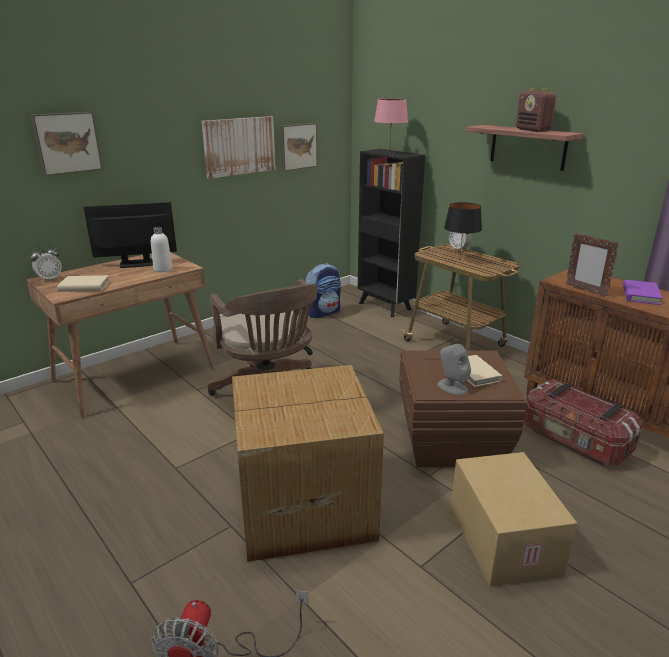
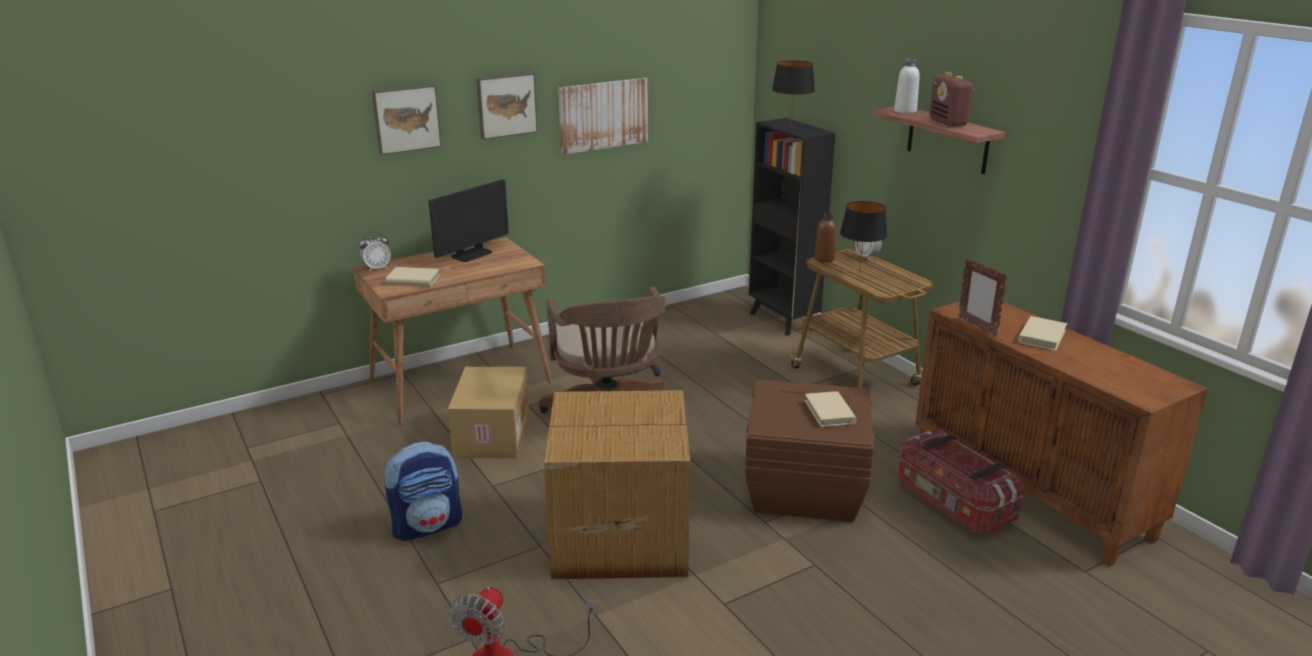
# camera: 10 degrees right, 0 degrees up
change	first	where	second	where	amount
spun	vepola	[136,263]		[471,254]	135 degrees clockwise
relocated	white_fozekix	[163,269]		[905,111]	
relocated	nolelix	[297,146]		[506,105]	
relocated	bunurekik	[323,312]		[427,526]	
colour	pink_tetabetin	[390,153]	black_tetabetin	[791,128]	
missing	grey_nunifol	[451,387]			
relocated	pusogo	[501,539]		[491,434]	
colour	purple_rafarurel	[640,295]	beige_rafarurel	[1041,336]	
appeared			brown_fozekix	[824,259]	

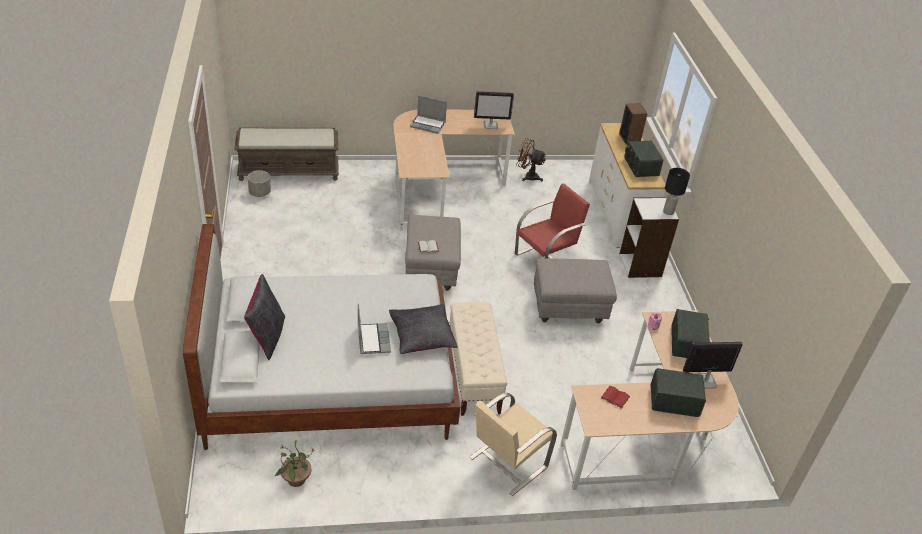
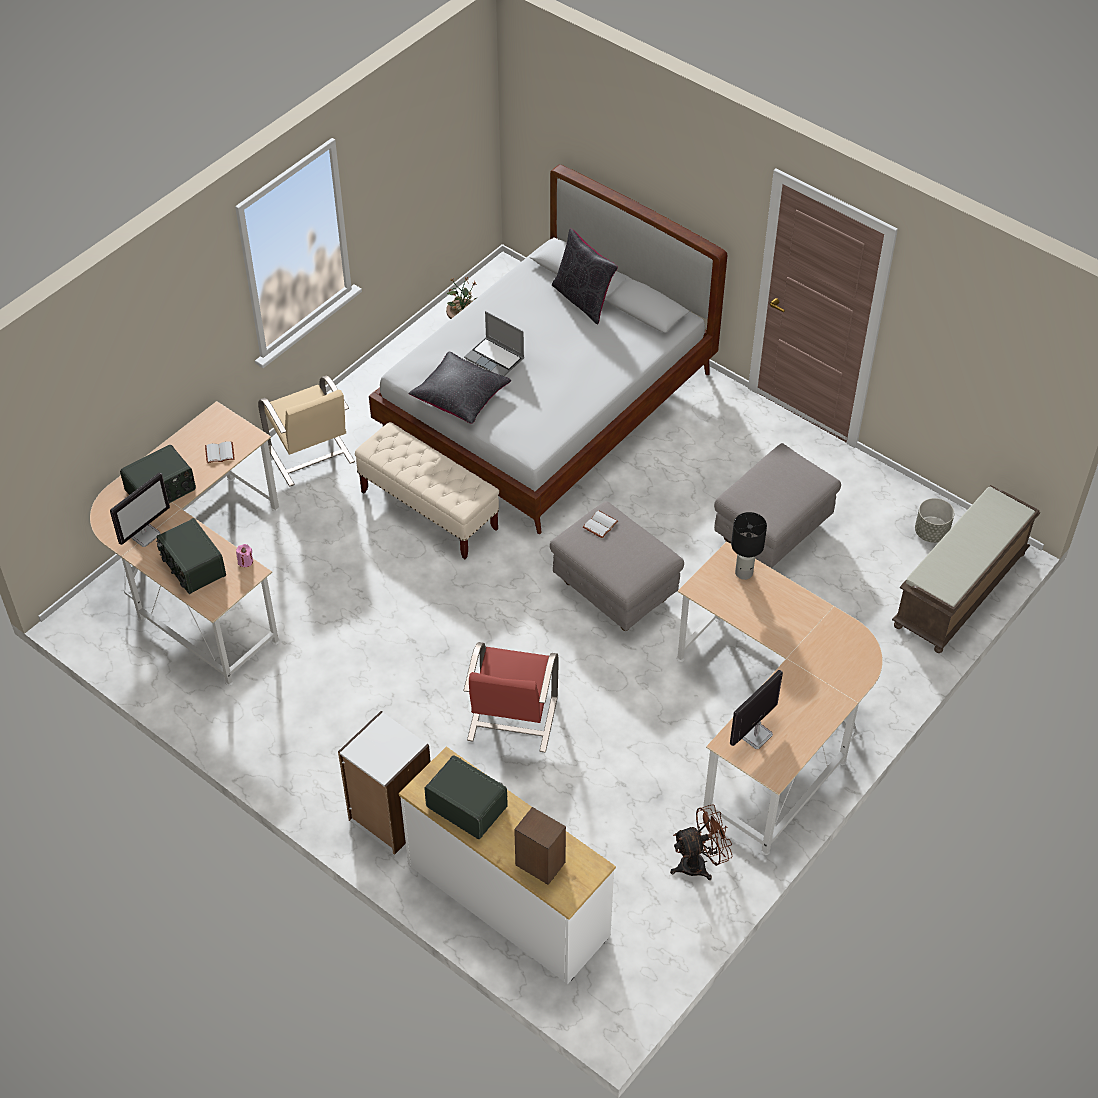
# camera: 140 degrees right, 10 degrees up
change	first	where	second	where	amount
missing	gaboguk	[428,125]			
spun	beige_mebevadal	[506,463]		[310,456]	150 degrees clockwise
relocated	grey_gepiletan	[569,309]		[772,533]	
colour	red_rafarurel	[614,398]	white_rafarurel	[220,452]	
relocated	black_tetabetin	[668,212]		[744,572]	

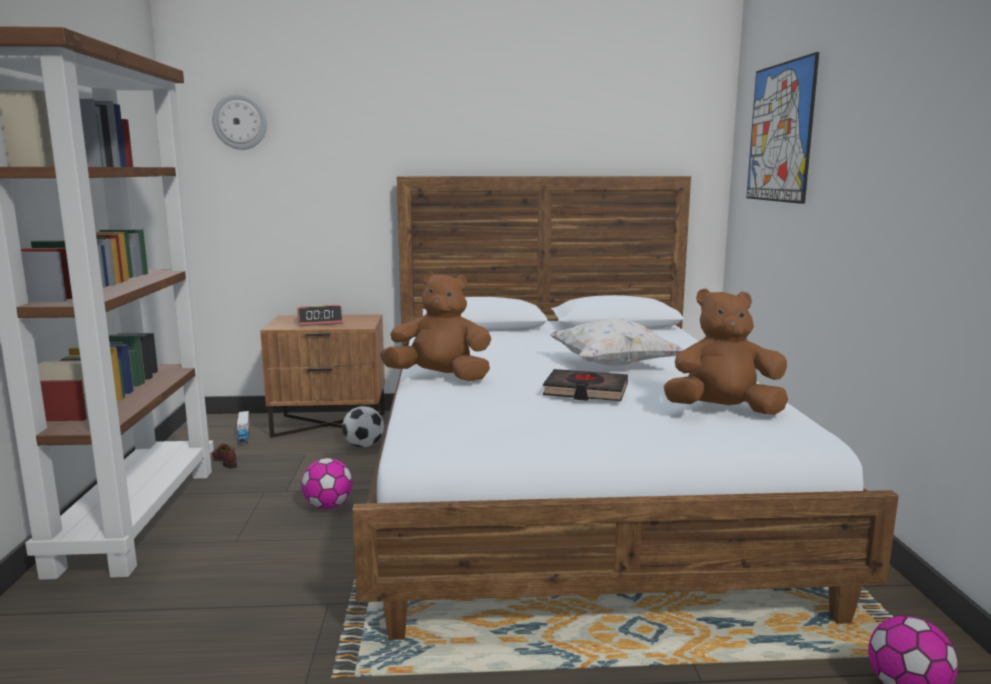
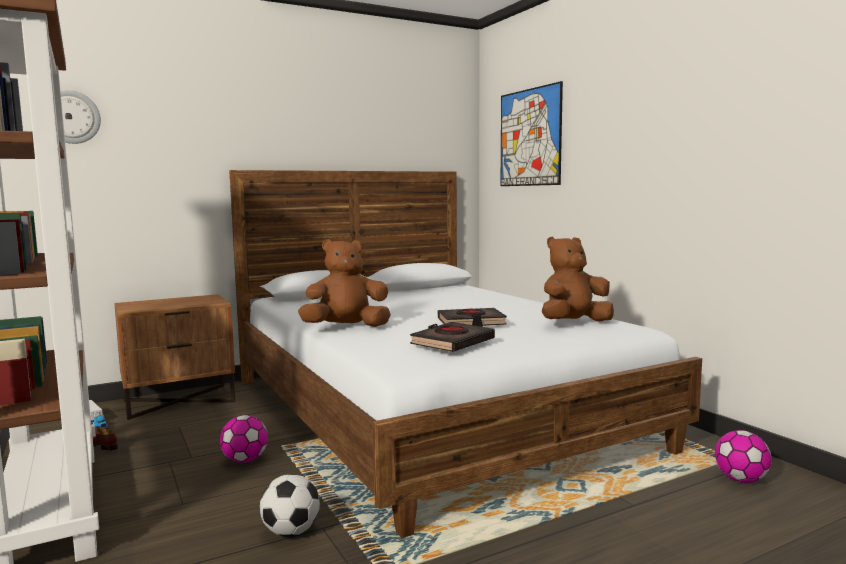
# camera: 25 degrees left, 5 degrees down
change	first	where	second	where	amount
missing	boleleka	[320,322]			
relocated	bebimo	[364,445]		[291,532]	
missing	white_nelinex	[612,365]			
appeared			black_rafarurel	[452,342]	

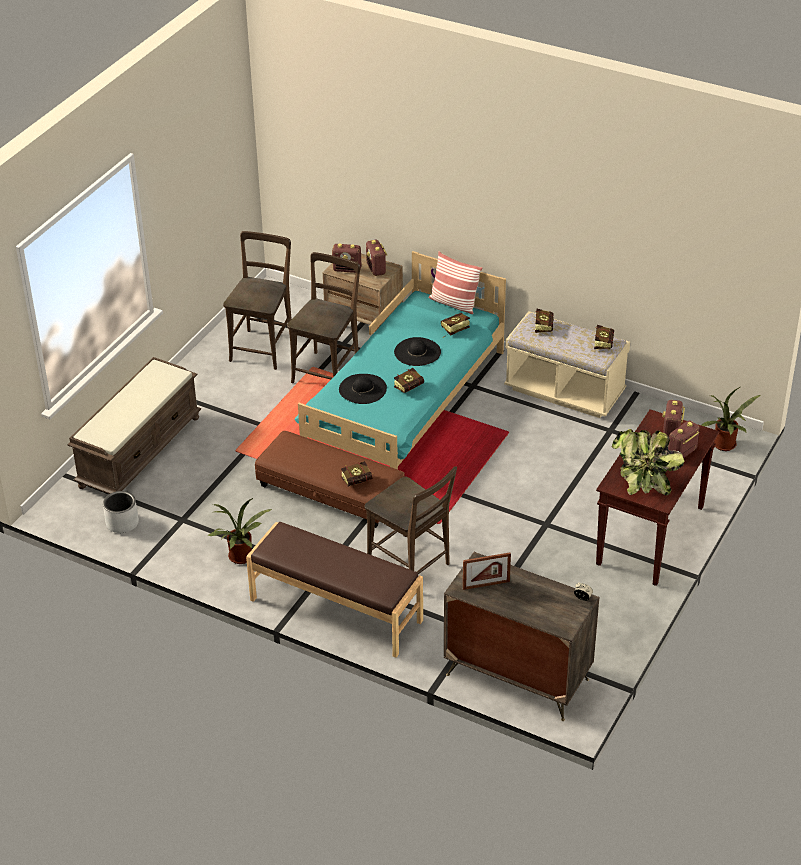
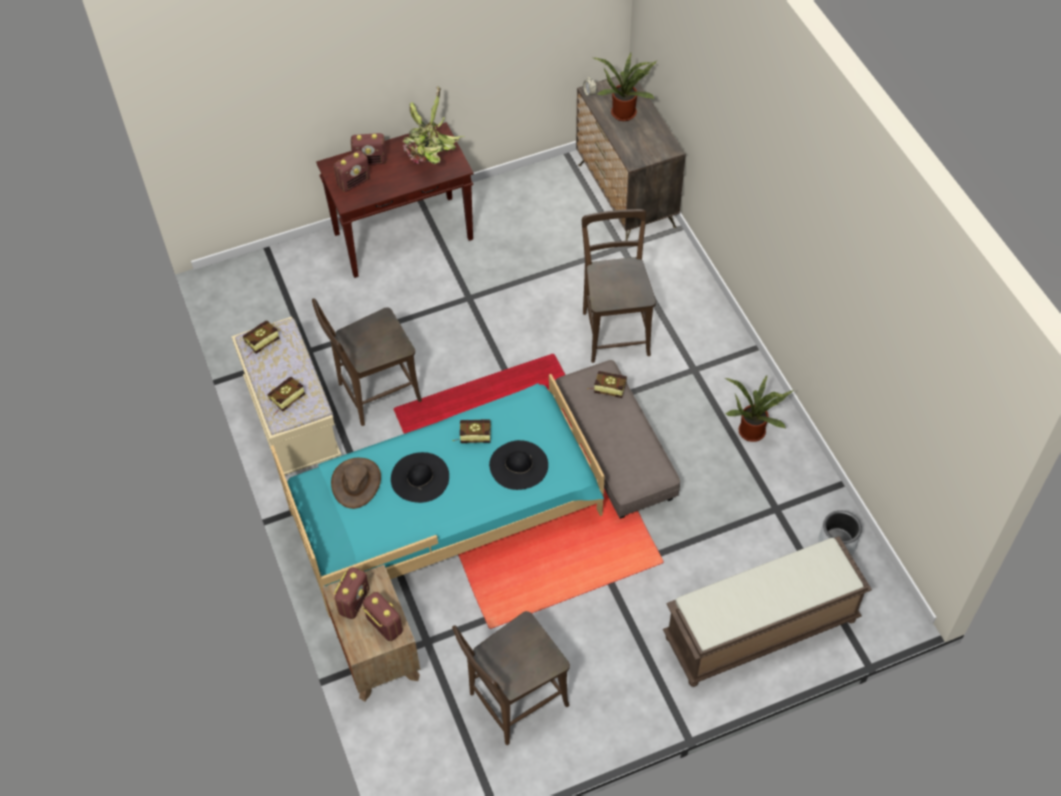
# camera: 140 degrees left, 15 degrees up
change	first	where	second	where	amount
missing	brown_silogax	[335,611]			
colour	brown_gepiletan	[330,492]	grey_gepiletan	[614,449]	
relocated	brown_mebevadal	[327,370]		[375,394]	
missing	nelinex	[454,303]			
exchanged	rafarurel	[452,330]	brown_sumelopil	[356,483]	
missing	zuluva	[486,585]			
relocated	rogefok	[725,446]		[624,111]	

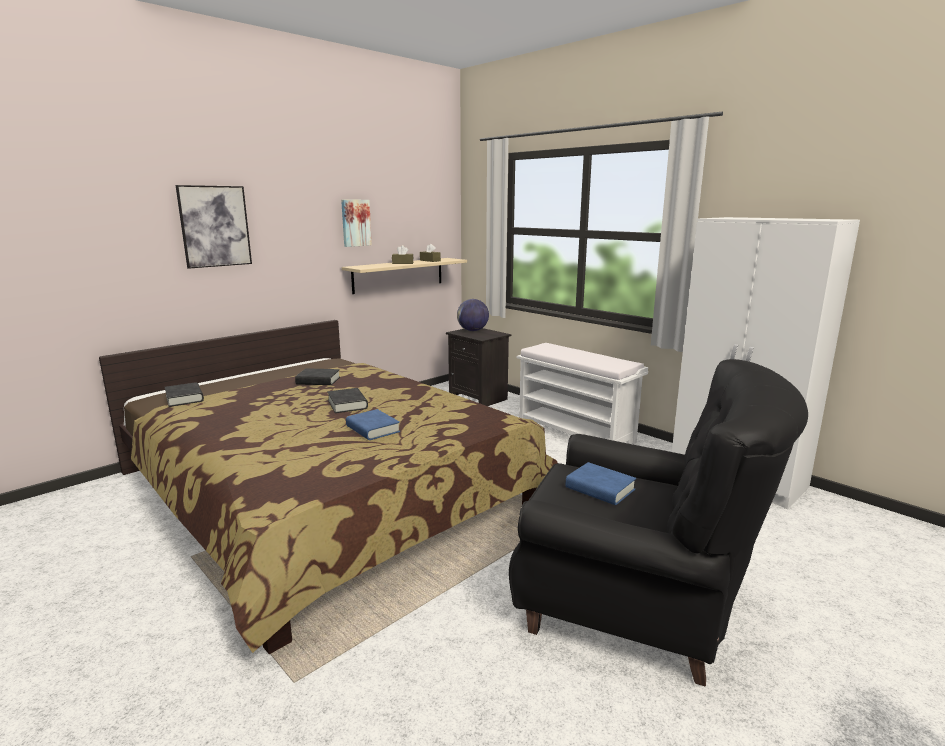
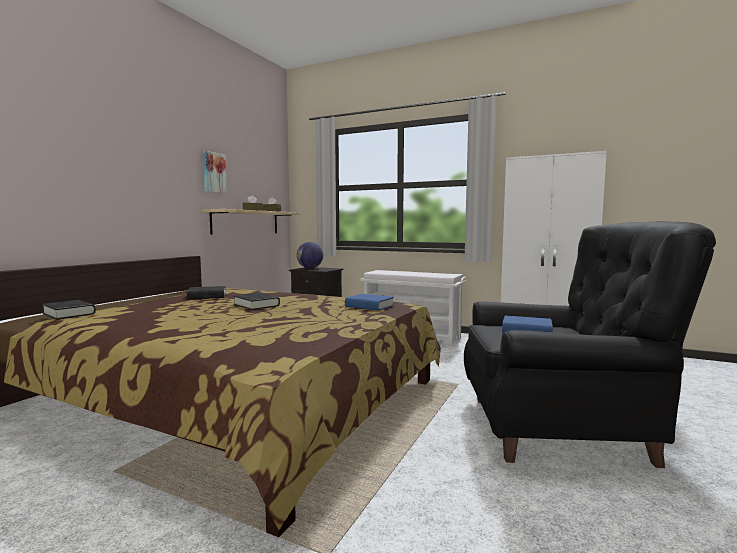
# camera: 20 degrees left, 10 degrees down
change	first	where	second	where	amount
missing	nolelix	[215,226]			
relocated	blue_rafarurel	[372,429]		[369,306]	

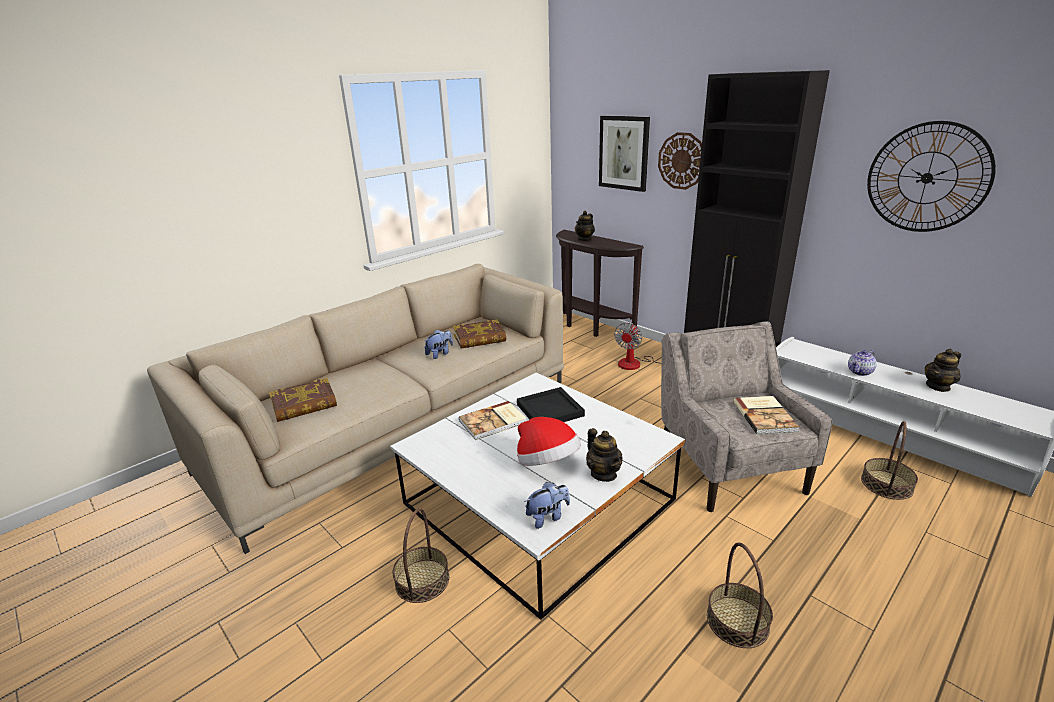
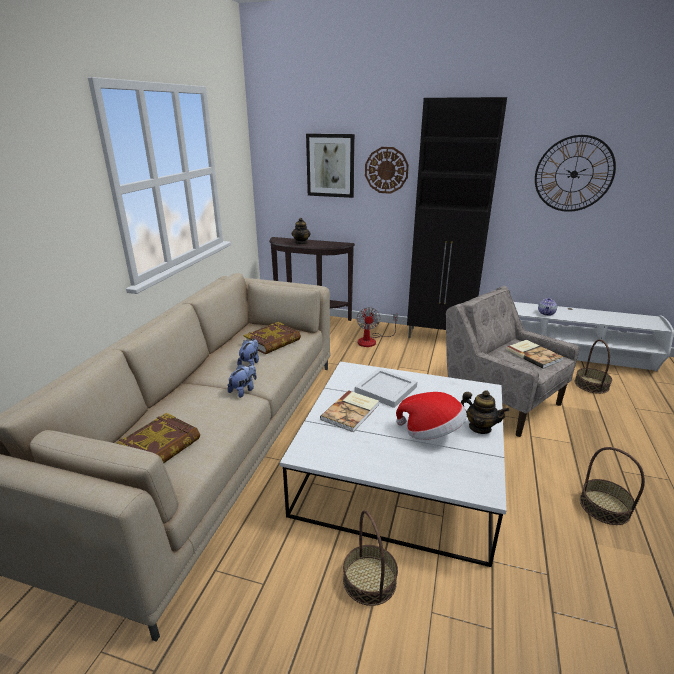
# camera: 30 degrees left, 0 degrees up
change	first	where	second	where	amount
colour	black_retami	[551,410]	white_retami	[387,389]	
relocated	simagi	[547,517]		[243,390]	
missing	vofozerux	[938,386]			

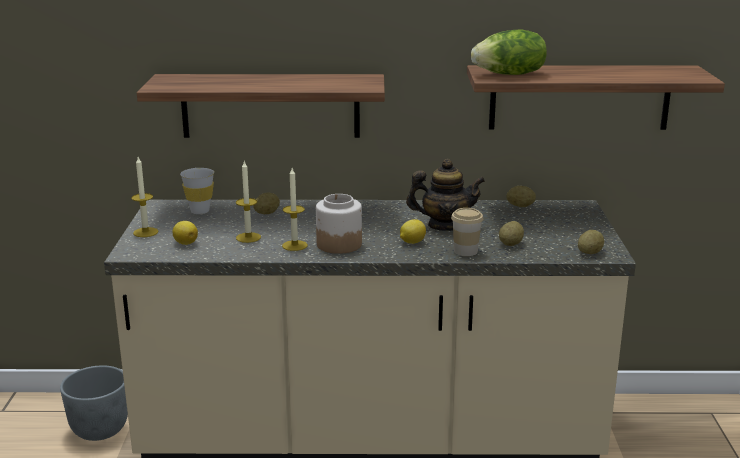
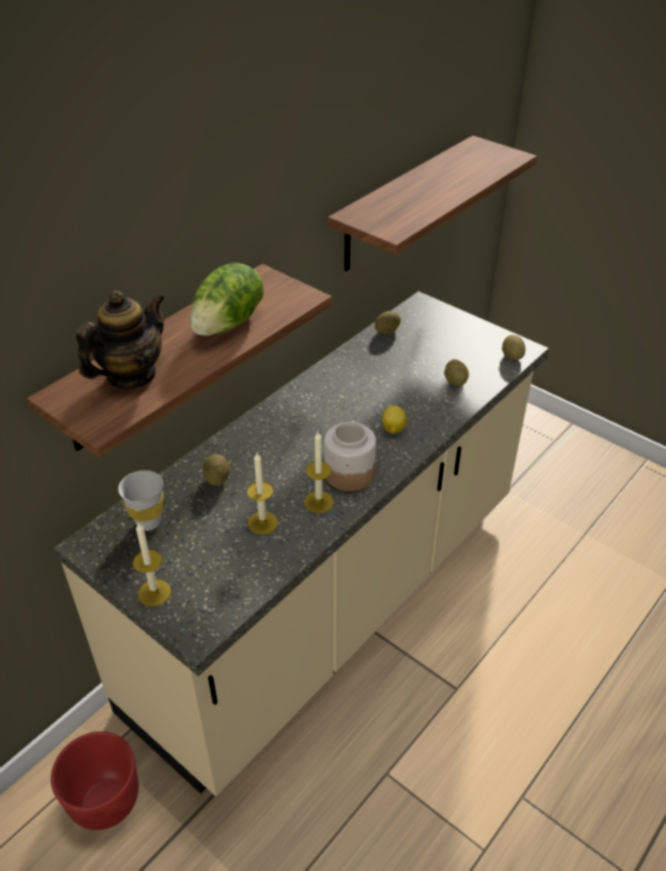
# camera: 50 degrees left, 20 degrees up
change	first	where	second	where	amount
colour	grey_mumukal	[100,430]	red_mumukal	[105,802]	
missing	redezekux	[185,243]			
relocated	vofozerux	[444,226]		[131,375]	
missing	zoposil	[465,251]			
relocated	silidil	[510,74]		[229,323]	

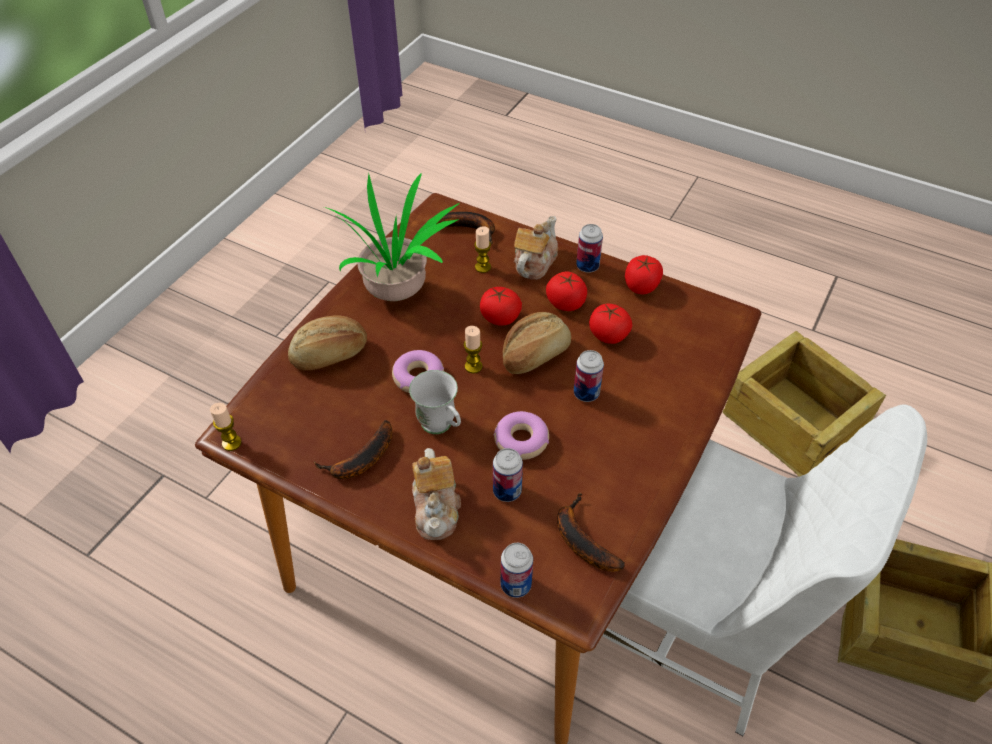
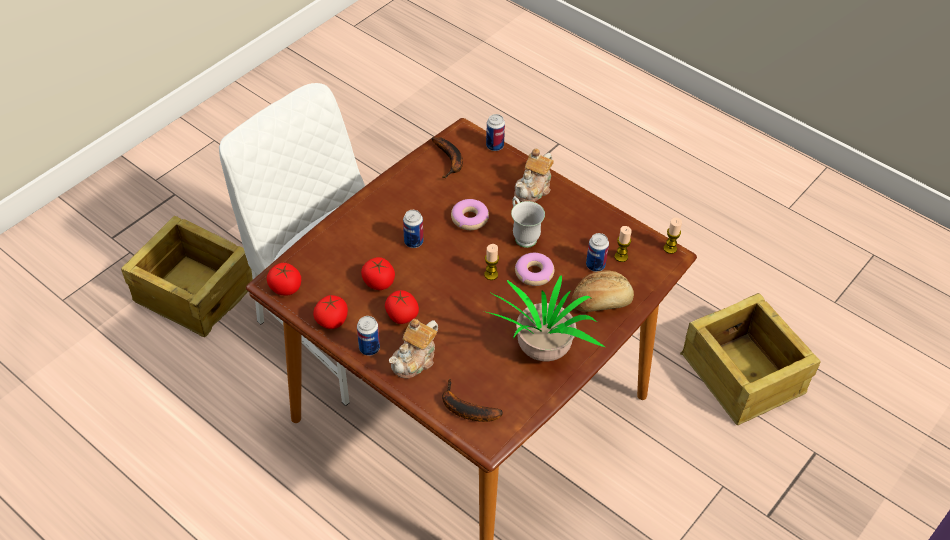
# camera: 170 degrees left, 0 degrees up
change	first	where	second	where	amount
missing	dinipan	[360,461]			
spun	vofozerux	[437,508]		[534,189]	150 degrees counterclockwise
relocated	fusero	[483,267]		[621,257]	
relocated	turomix	[500,318]		[286,288]	
relocated	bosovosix	[507,491]		[595,265]	
missing	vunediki	[535,354]			
relocated	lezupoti	[792,421]		[742,375]	

